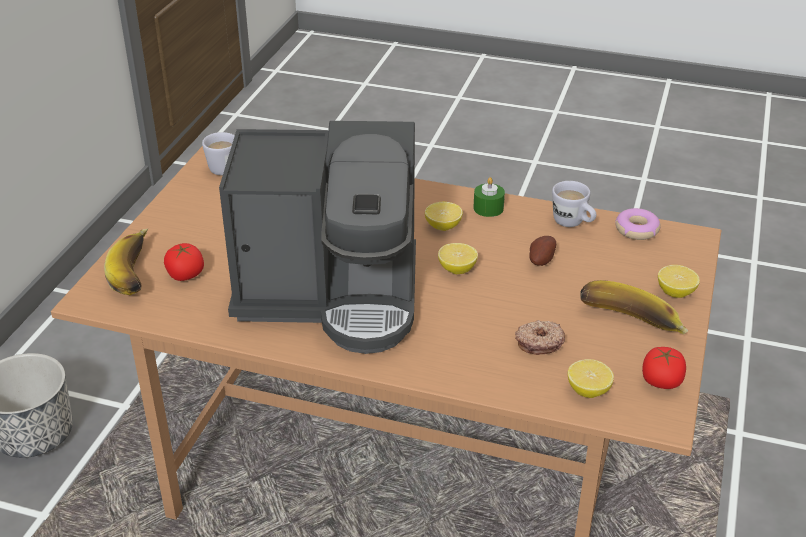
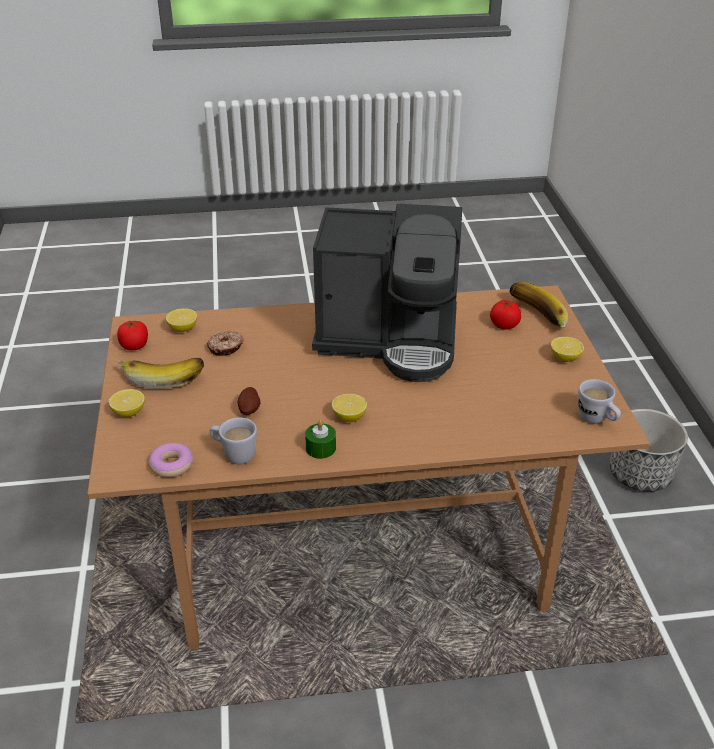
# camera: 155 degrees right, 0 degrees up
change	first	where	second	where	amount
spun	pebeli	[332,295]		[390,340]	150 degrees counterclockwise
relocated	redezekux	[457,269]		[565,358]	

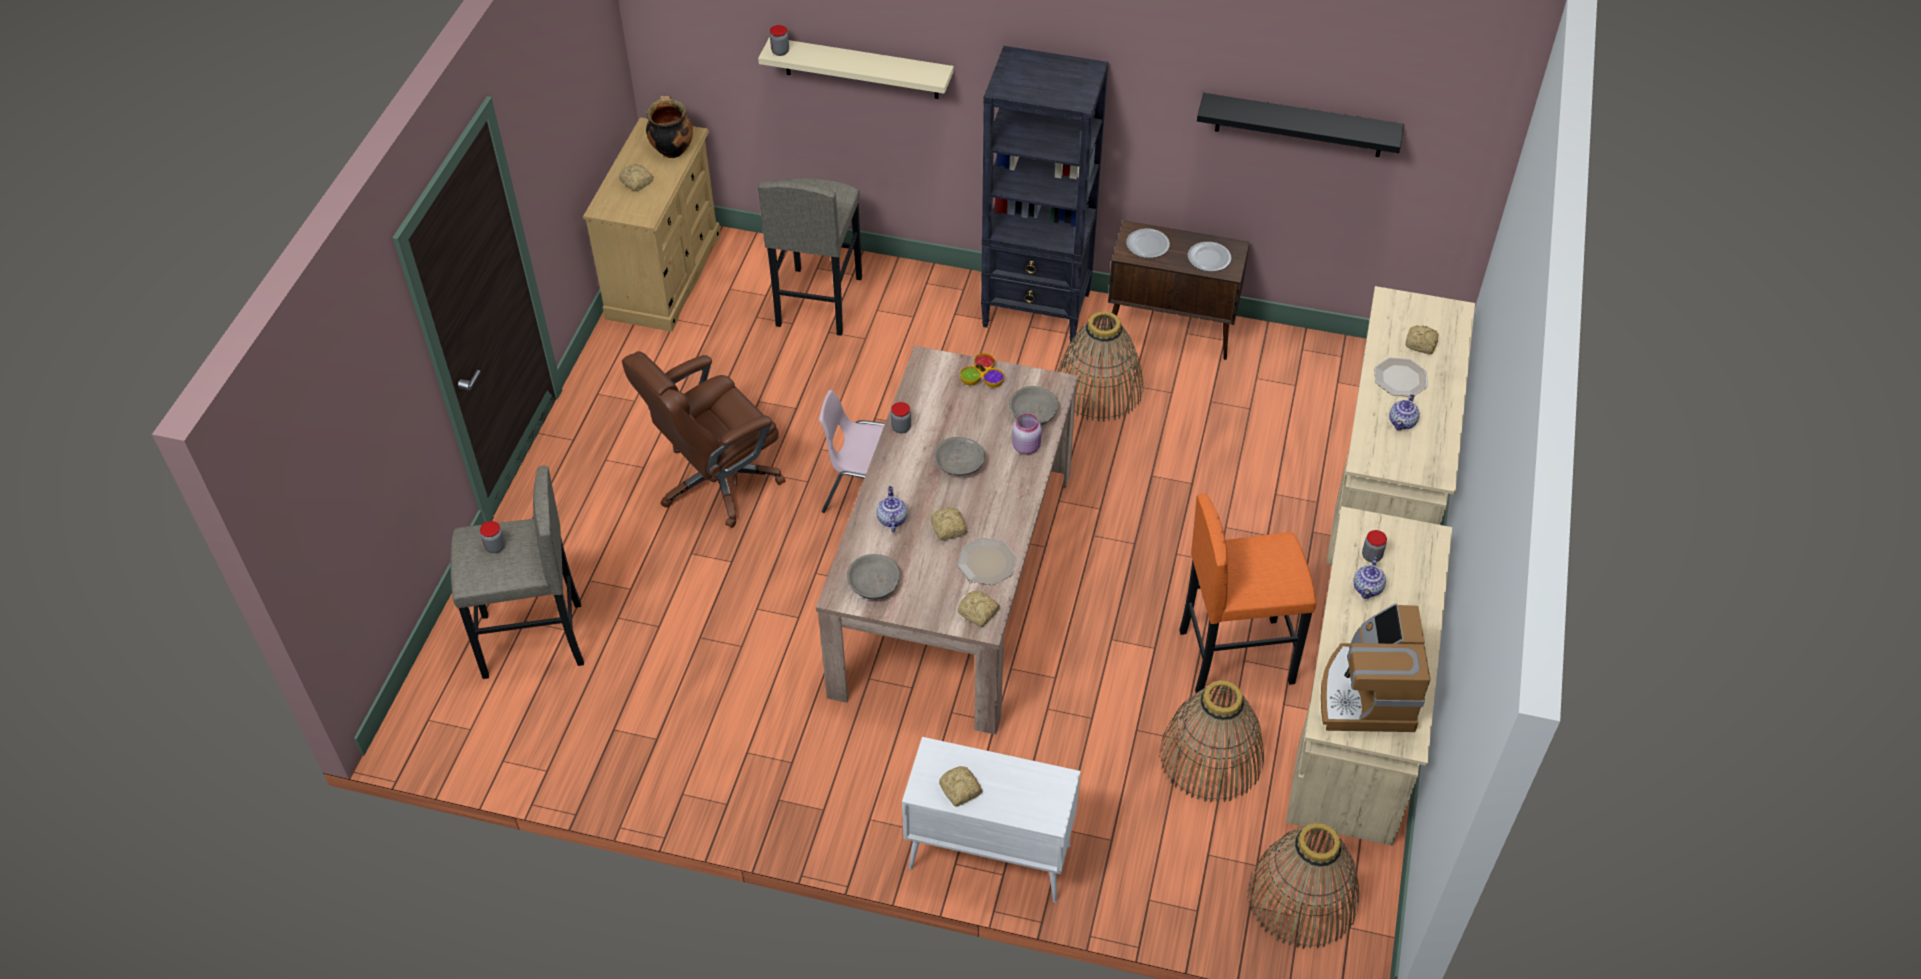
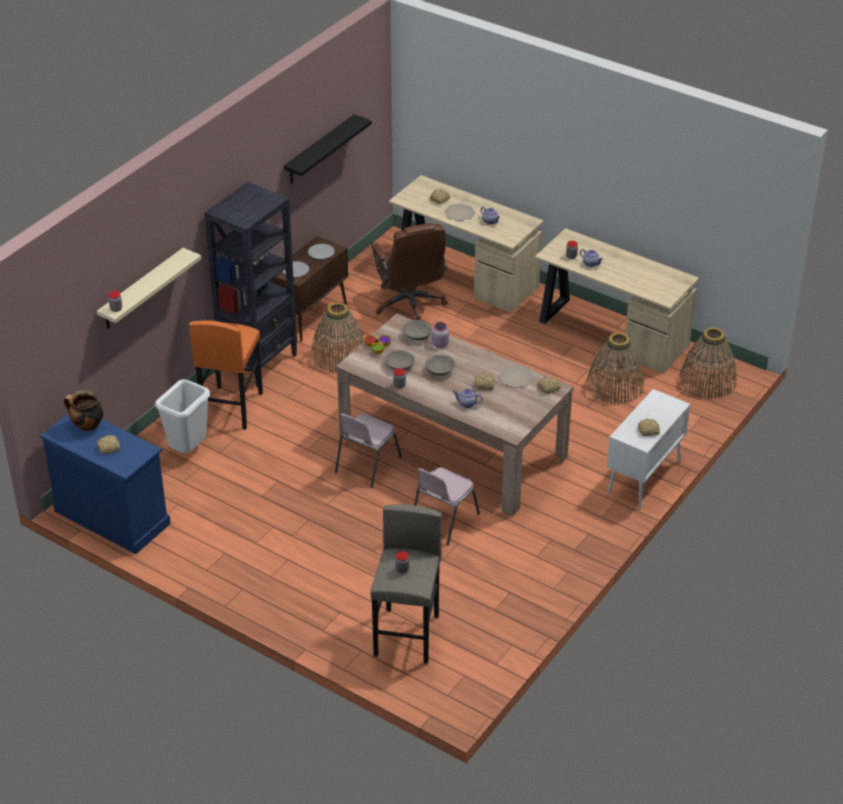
# camera: 70 degrees left, 10 degrees down
change	first	where	second	where	amount
colour	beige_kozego	[664,275]	blue_kozego	[112,517]	
relocated	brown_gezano	[716,481]		[410,304]	
exchanged	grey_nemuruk	[818,301]	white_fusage	[188,451]	
relocated	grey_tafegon	[874,584]		[399,366]	
relocated	orange_nemuruk	[1235,655]		[231,408]	
missing	pebeli	[1366,693]			
appeared			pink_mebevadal	[443,520]	

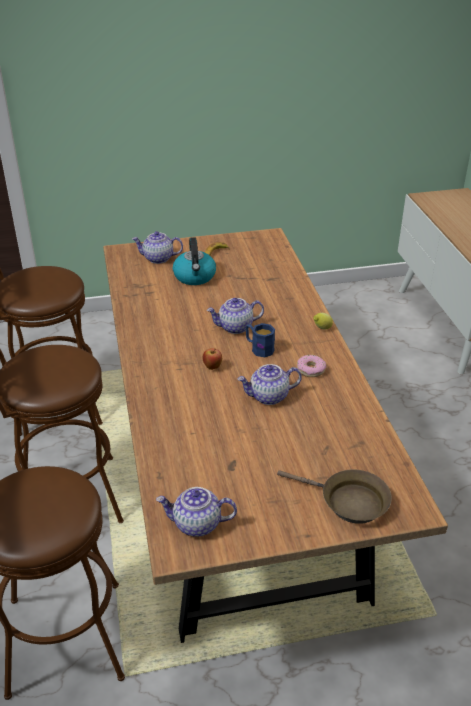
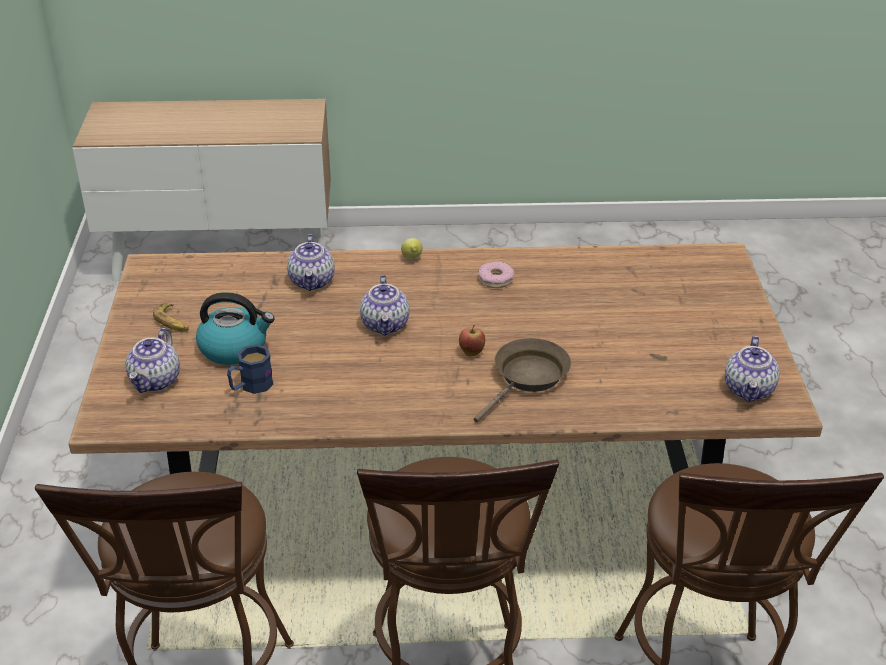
# camera: 80 degrees left, 0 degrees up
change	first	where	second	where	amount
relocated	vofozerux	[269,397]		[312,282]	
relocated	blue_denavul	[259,348]		[251,386]	
relocated	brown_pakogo	[348,502]		[528,378]	

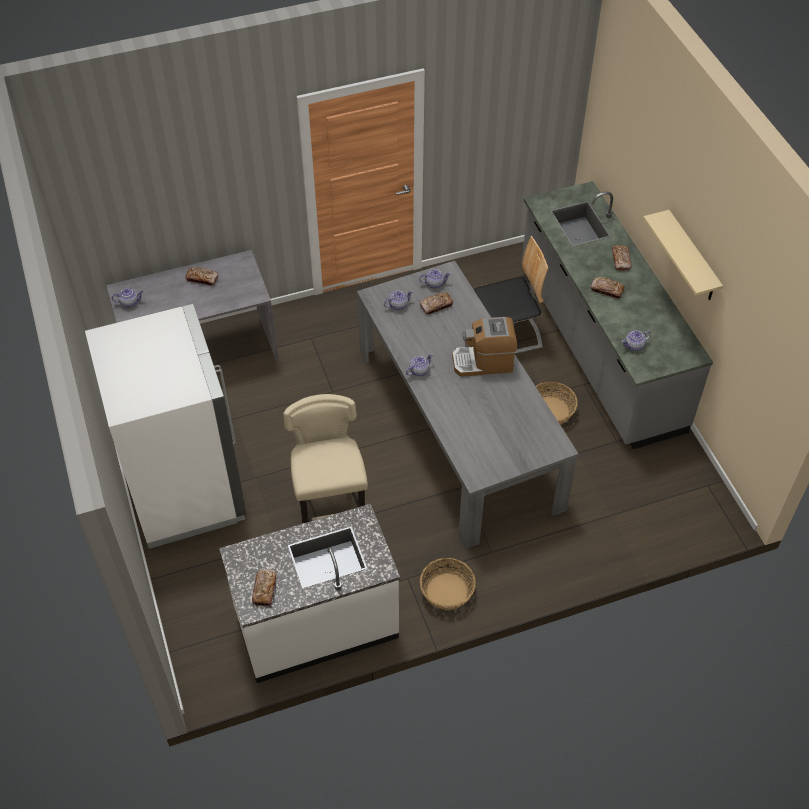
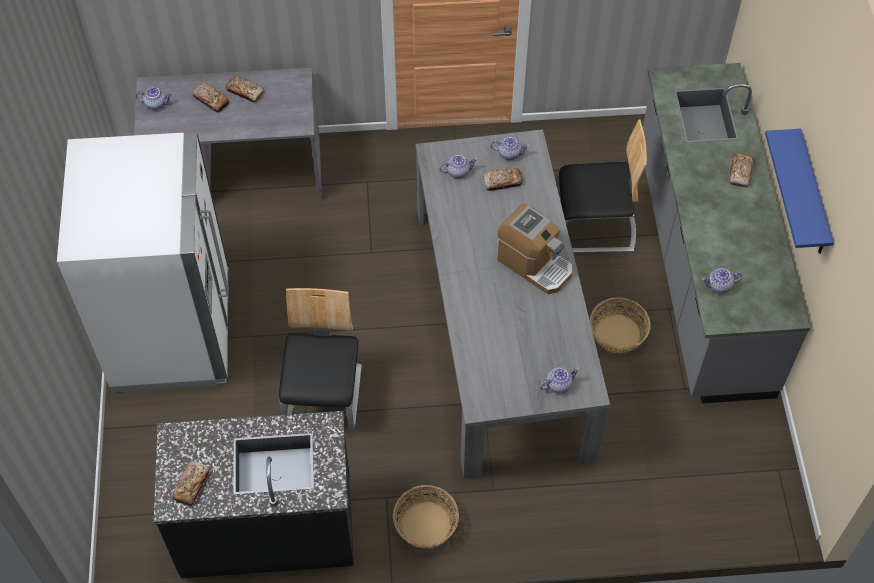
# camera: 15 degrees right, 5 degrees up
change	first	where	second	where	amount
colour	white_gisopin	[316,624]	black_gisopin	[267,527]	
exchanged	beige_nemuruk	[331,511]	mebevadal	[324,396]	
relocated	vofozerux	[419,370]		[558,384]	
spun	pebeli	[483,362]		[535,264]	150 degrees counterclockwise
relocated	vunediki	[607,290]		[211,100]	
colour	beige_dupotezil	[692,258]	blue_dupotezil	[812,196]	

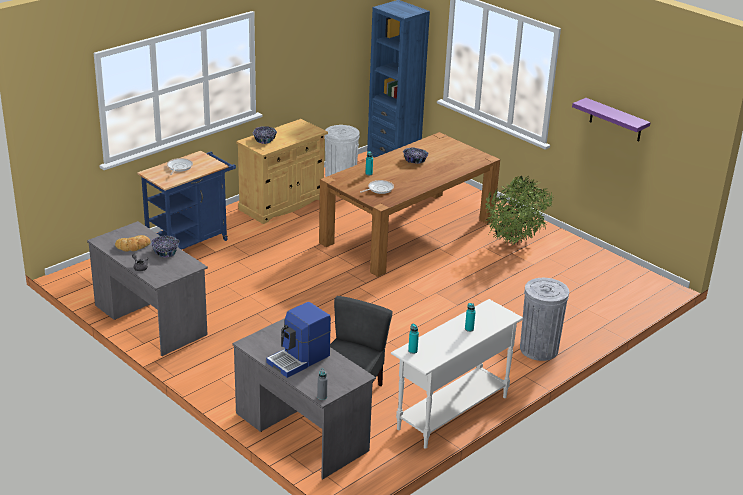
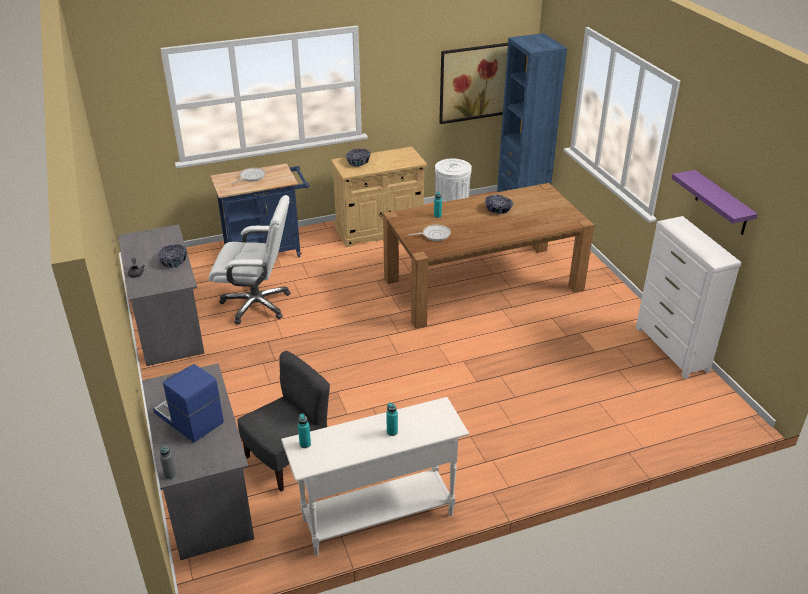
# camera: 25 degrees right, 5 degrees up
change	first	where	second	where	amount
missing	vunediki	[133,246]			
spun	pebeli	[299,359]		[188,419]	60 degrees clockwise
missing	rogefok	[514,243]			
missing	grey_fusage	[539,349]			
appeared			white_gezano	[257,304]	
appeared			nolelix	[474,83]	
appeared			white_kozego	[671,349]	

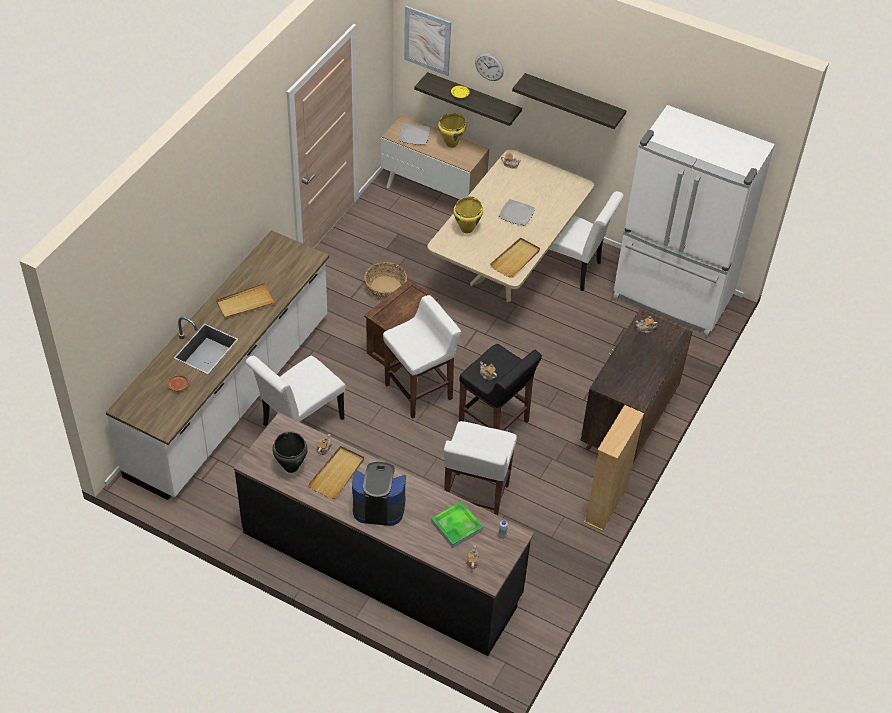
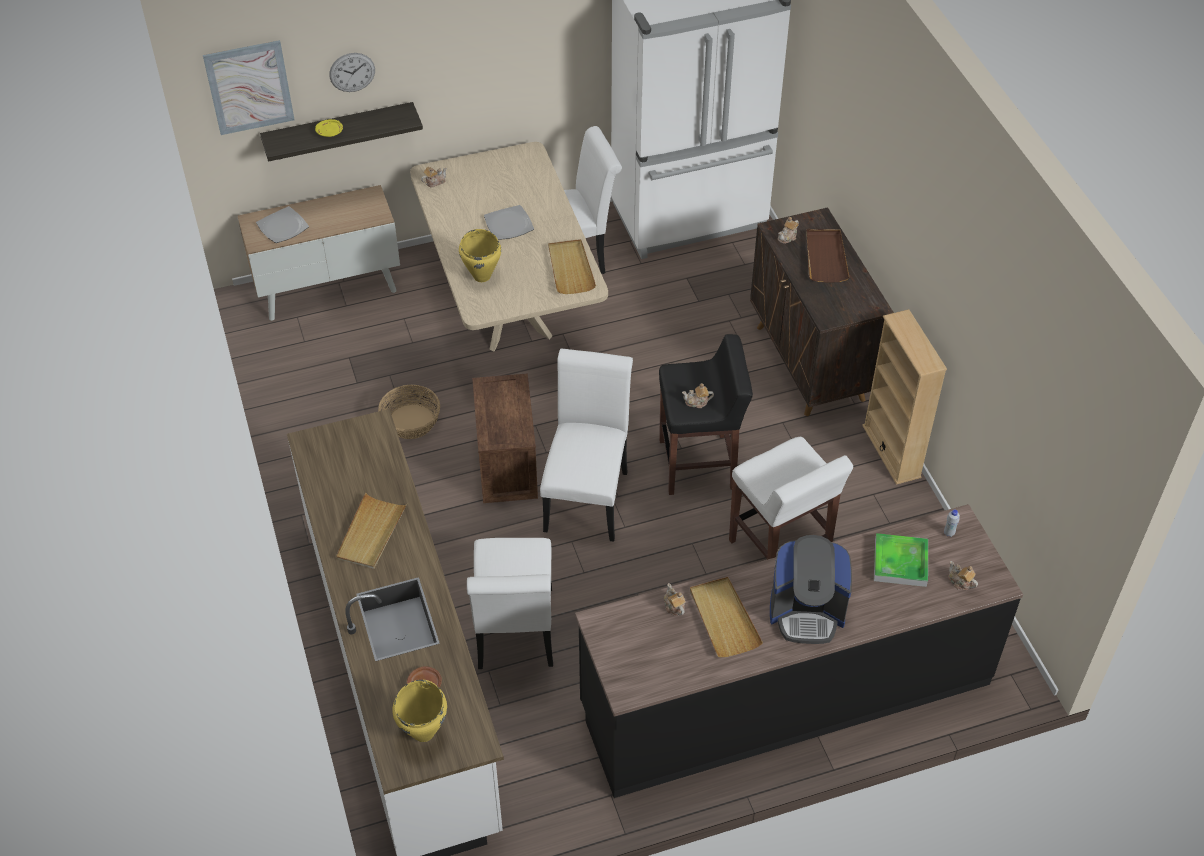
# camera: 45 degrees left, 0 degrees up
change	first	where	second	where	amount
missing	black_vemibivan	[291,467]			
spun	pebeli	[378,506]		[807,612]	135 degrees counterclockwise
exchanged	white_nemuruk	[419,391]	white_mebevadal	[587,495]	
relocated	yellow_vemibivan	[451,144]		[424,732]	
missing	dupotezil	[573,101]			
appeared			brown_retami	[825,257]	

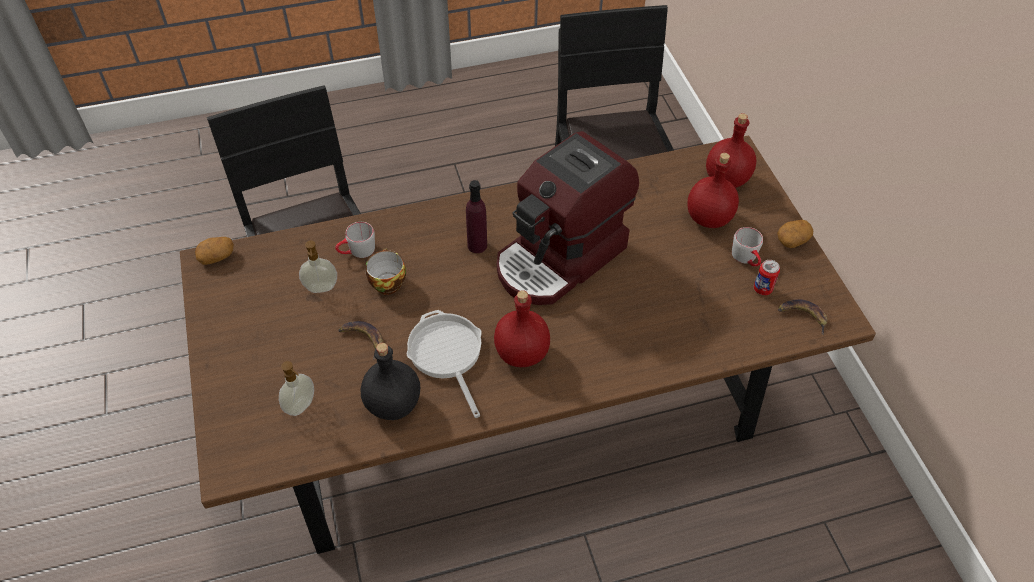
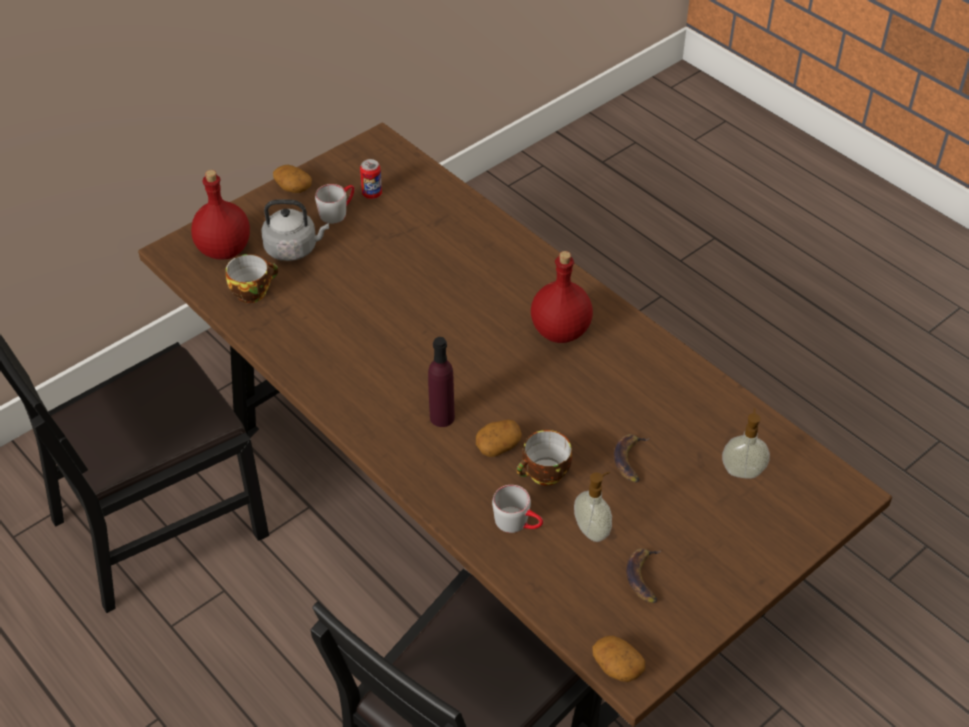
# camera: 115 degrees left, 5 degrees down
change	first	where	second	where	amount
missing	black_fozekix	[392,403]			
missing	pakogo	[447,354]			
missing	pebeli	[560,258]			
exchanged	red_fozekix	[709,218]	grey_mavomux	[294,249]	
relocated	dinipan	[802,316]		[644,577]	
appeared			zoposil	[253,291]	
appeared			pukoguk	[498,445]	

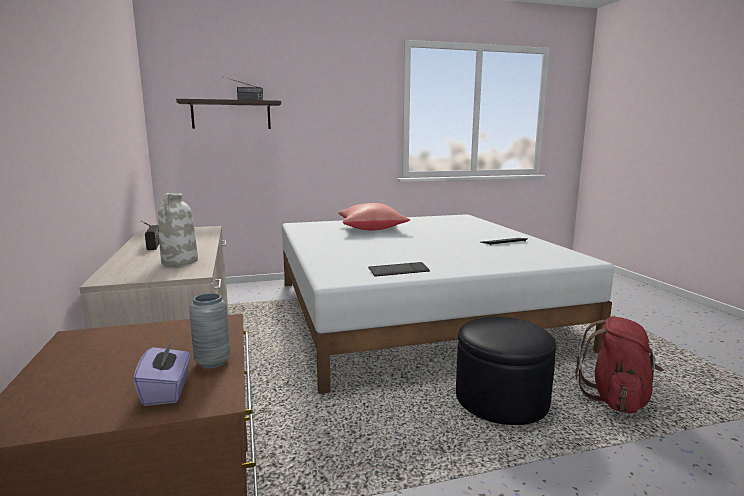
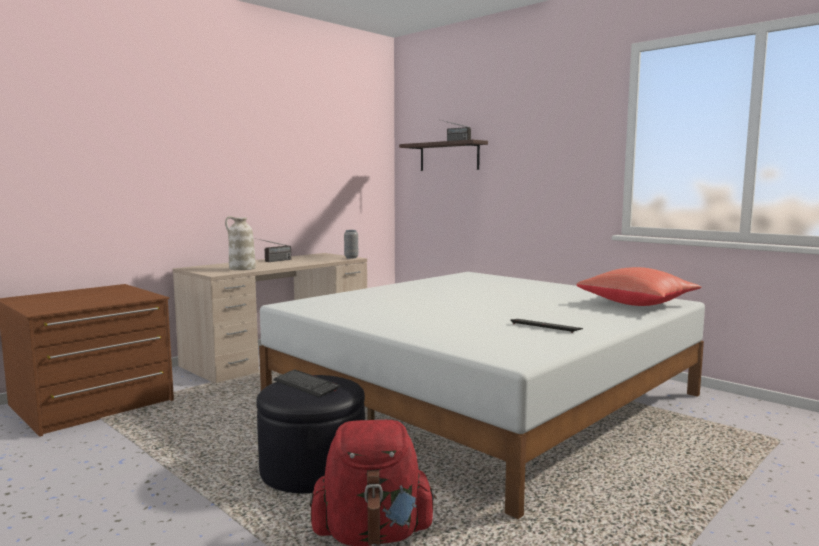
# camera: 60 degrees right, 5 degrees down
change	first	where	second	where	amount
missing	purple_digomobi	[167,391]			
relocated	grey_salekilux	[213,362]		[351,257]	
relocated	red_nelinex	[371,229]		[637,304]	
relocated	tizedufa	[398,271]		[306,385]	

